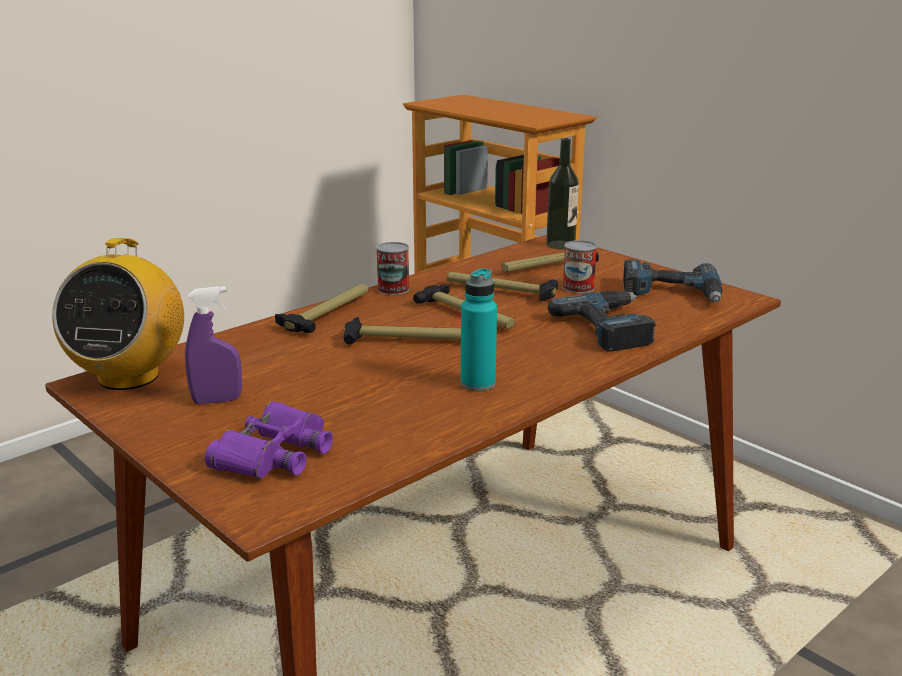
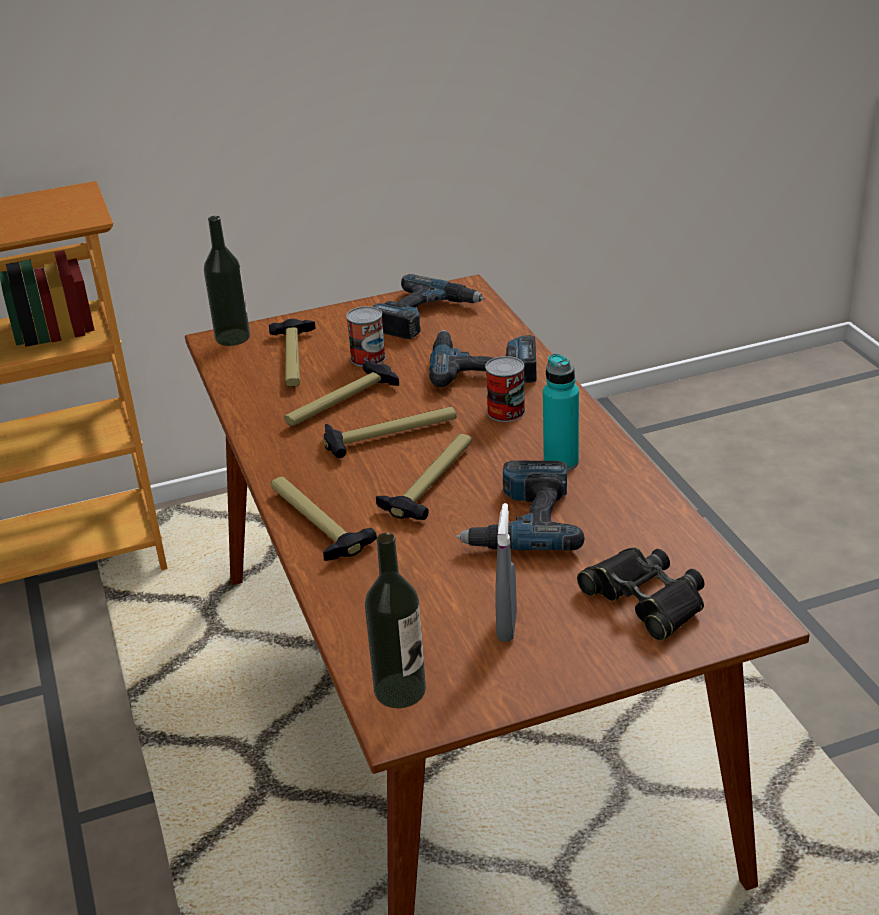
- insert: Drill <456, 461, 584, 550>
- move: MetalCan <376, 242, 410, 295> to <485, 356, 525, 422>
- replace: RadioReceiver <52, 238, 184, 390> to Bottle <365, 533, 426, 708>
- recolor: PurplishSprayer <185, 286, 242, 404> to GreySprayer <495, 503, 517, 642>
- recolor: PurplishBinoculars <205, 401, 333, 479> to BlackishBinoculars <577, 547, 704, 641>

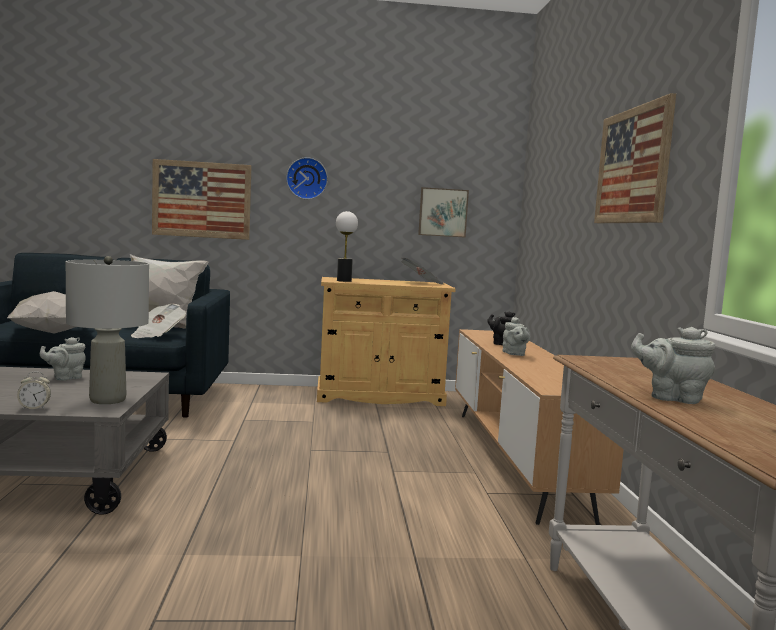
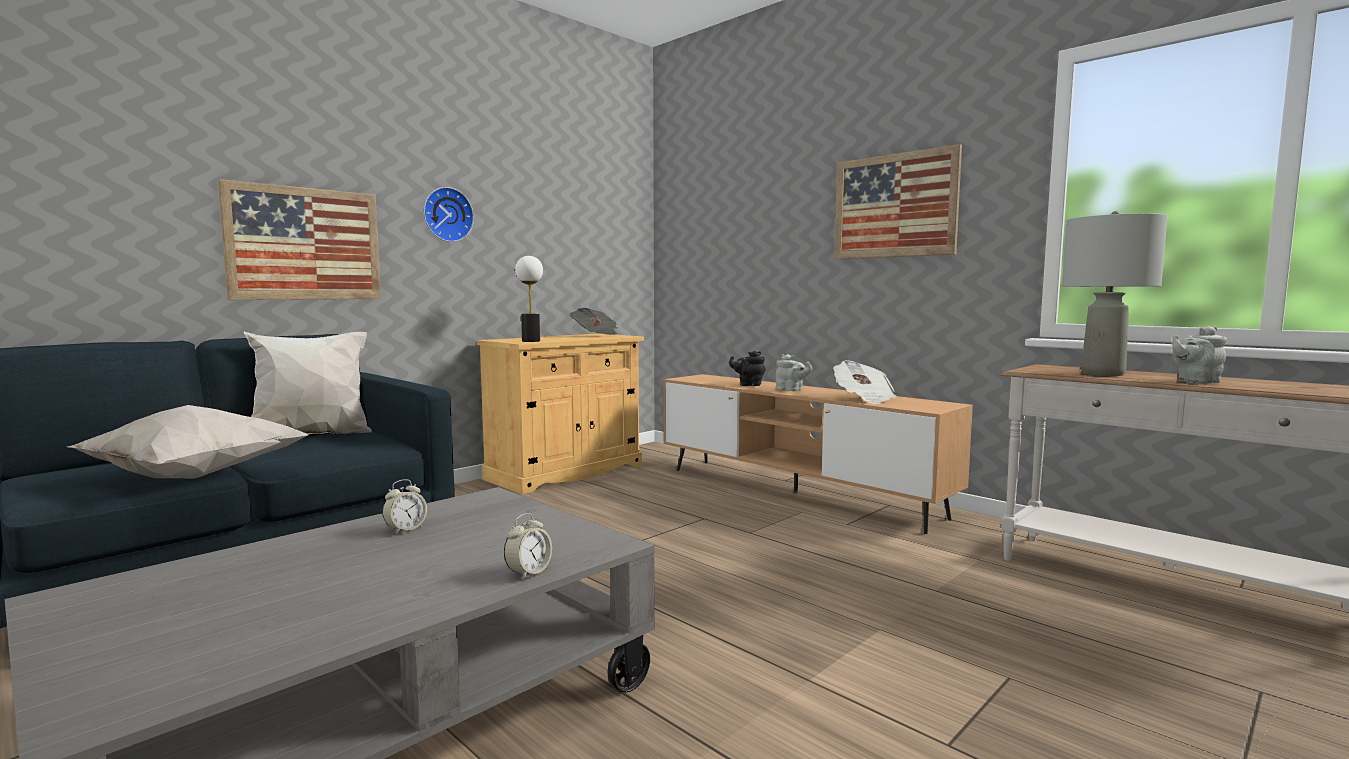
- delete: WallPicture <418, 187, 469, 238>
- move: GreyLampForATable <66, 256, 149, 404> to <1062, 211, 1168, 376>
- move: Newspaper <131, 304, 186, 338> to <833, 360, 897, 404>
- replace: GreyPotForTea <40, 337, 86, 381> to BedsideClock <382, 479, 427, 534>

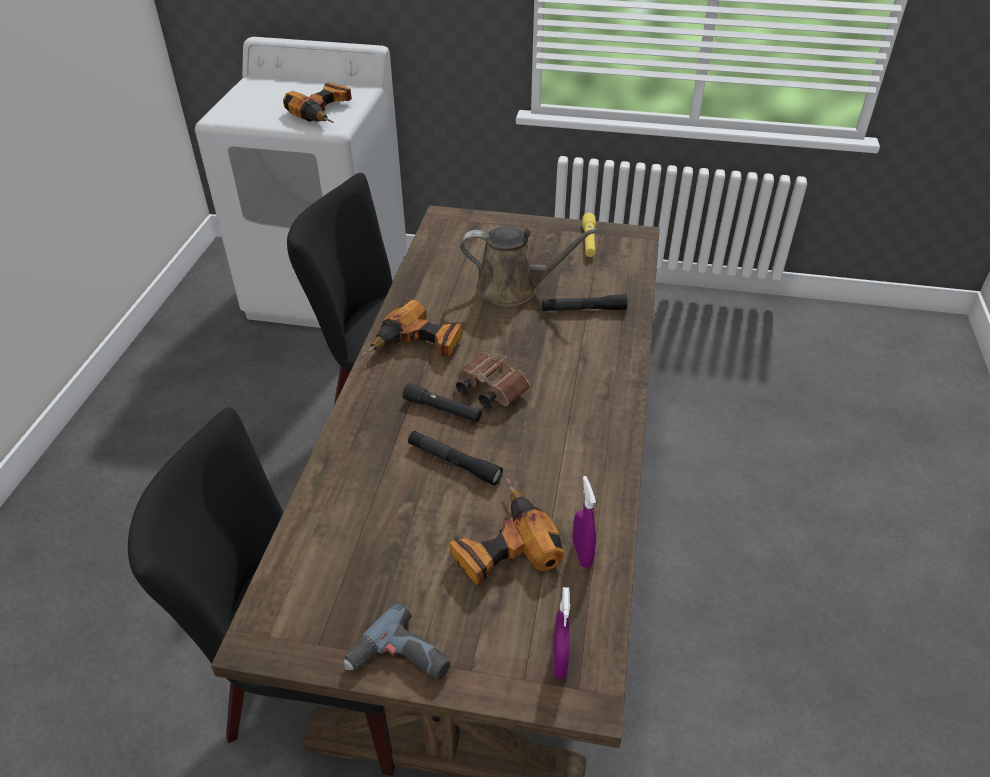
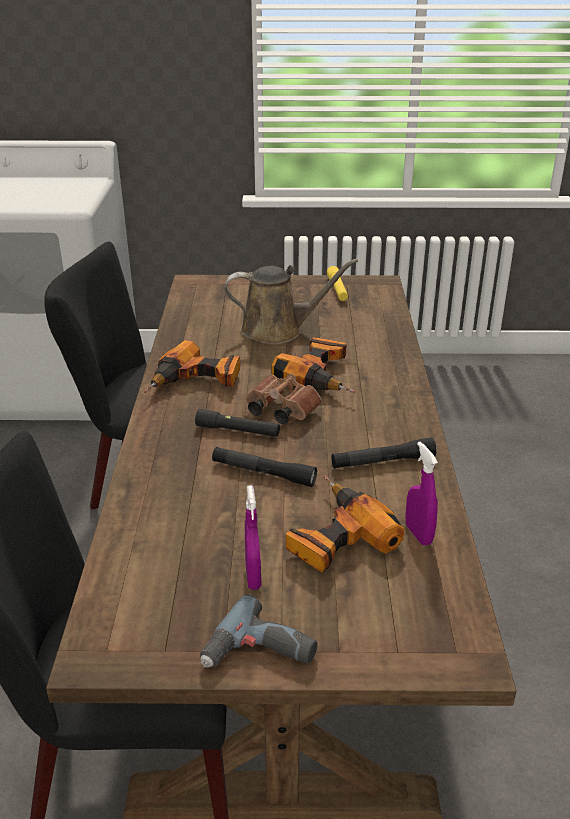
- move: Drill <283, 82, 352, 123> to <271, 337, 355, 393>
- move: BlackishFlashlight <542, 294, 628, 311> to <331, 438, 437, 469>
- move: PurplishSprayer <553, 587, 570, 679> to <245, 485, 261, 590>

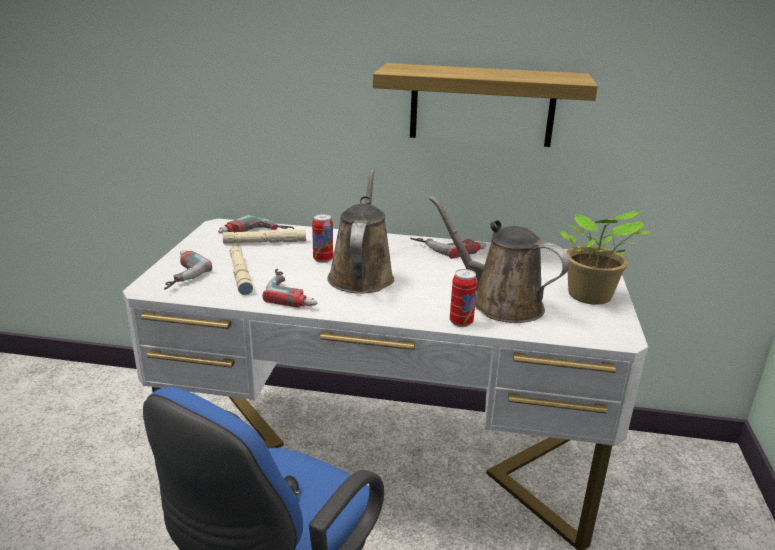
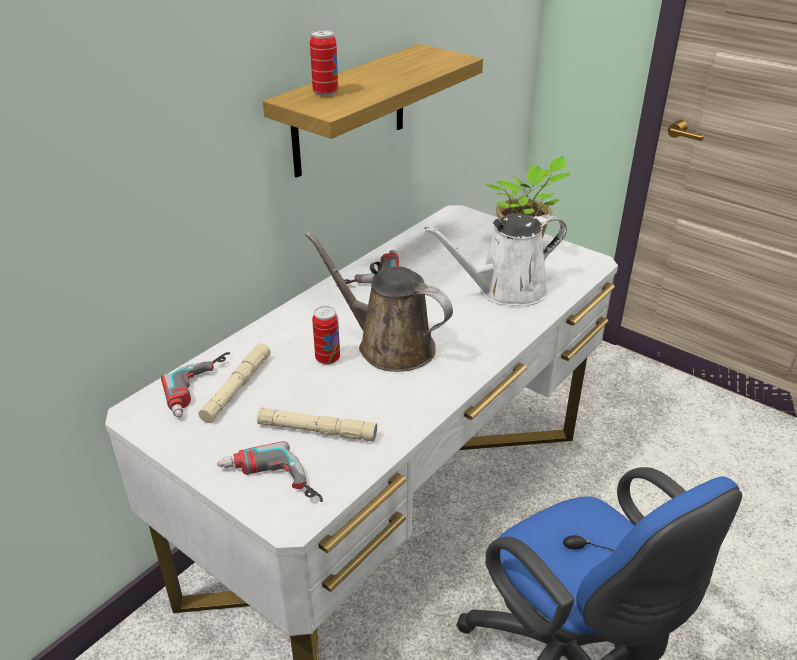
- delete: Drill <262, 269, 317, 308>
- move: MetalCan <450, 269, 477, 327> to <310, 30, 338, 96>
- recolor: BrownWateringPot <429, 196, 570, 323> to WhitishWateringPot <424, 213, 567, 306>

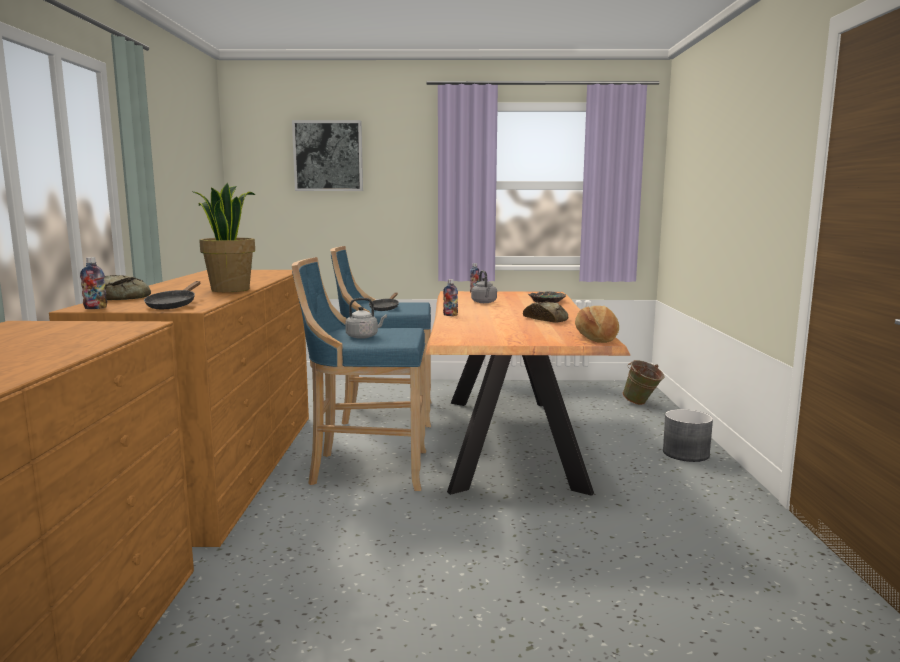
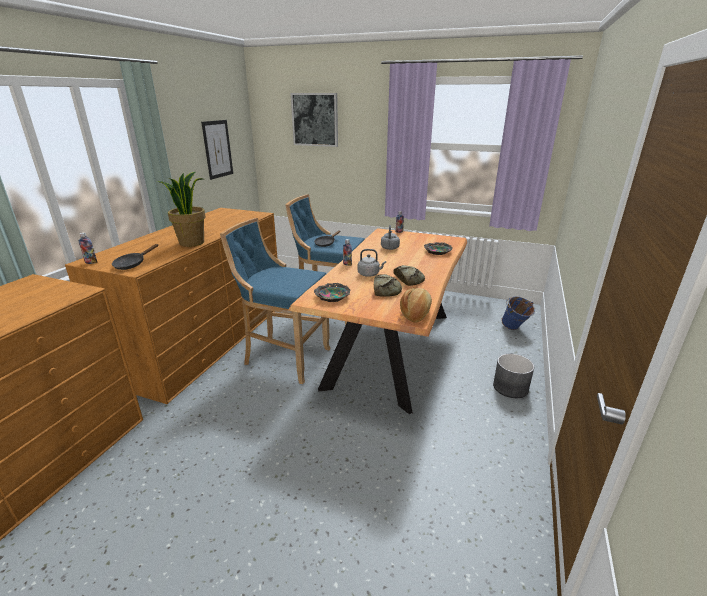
- insert: WallPicture <201, 120, 233, 180>
- insert: Bowl <314, 283, 350, 302>
- move: BakeryBread <104, 275, 151, 300> to <374, 274, 402, 297>
- move: GreyWaterKettle <345, 298, 387, 339> to <358, 249, 386, 277>
- recolor: GreenBucket <622, 360, 665, 405> to BlueBucket <501, 296, 535, 330>

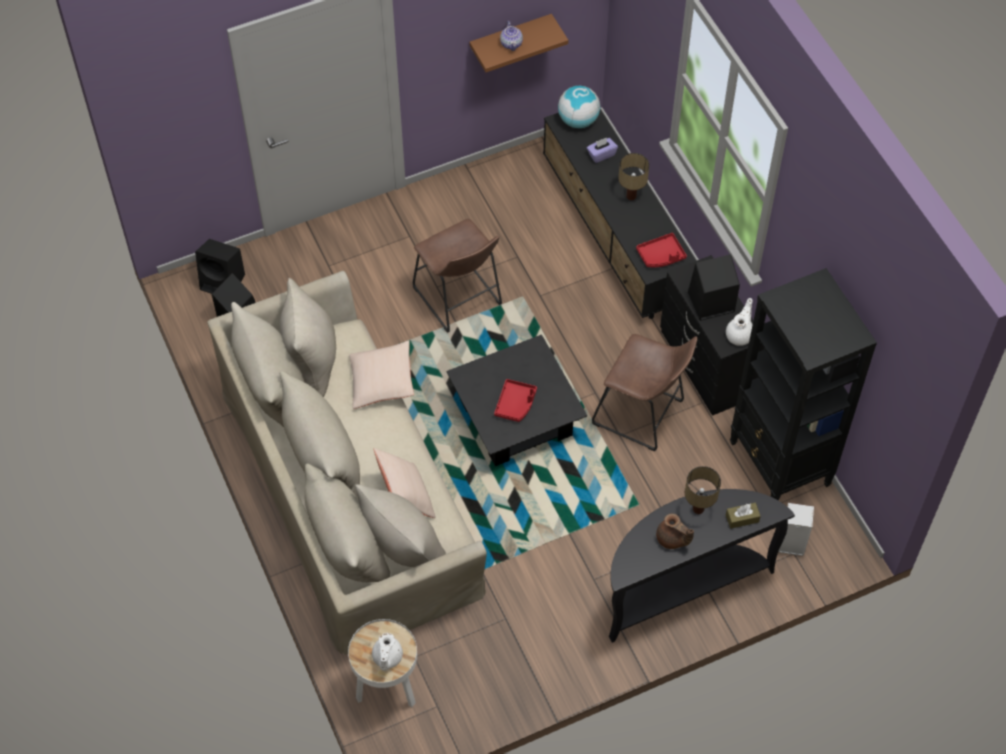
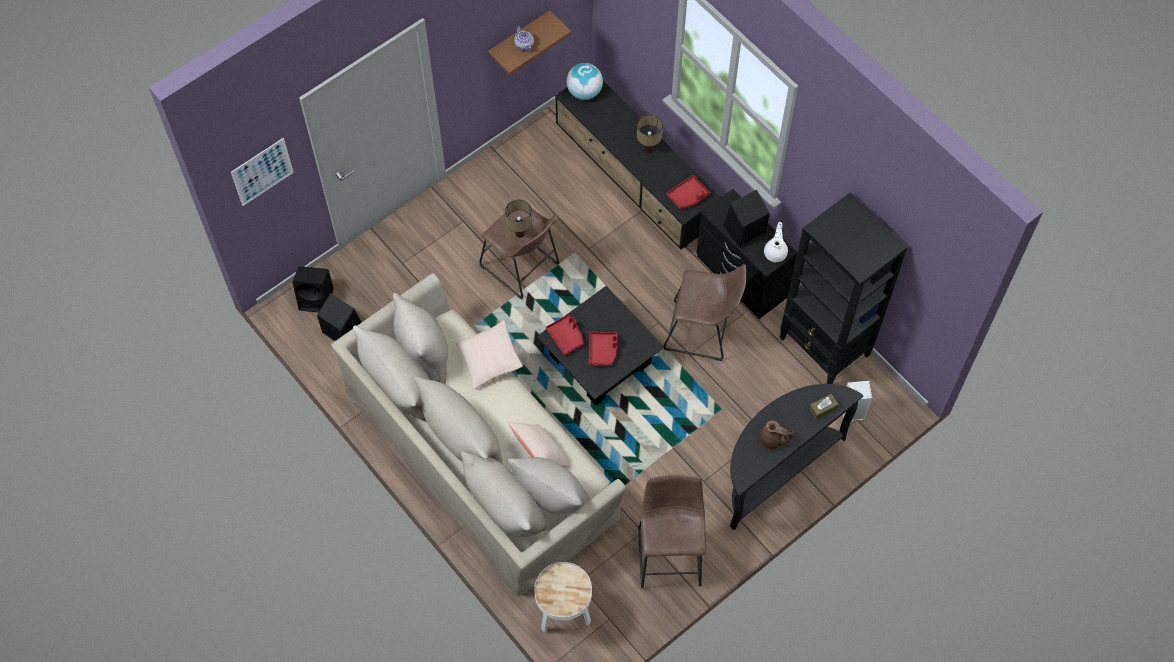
- delete: WhitishPotForTea <372, 633, 403, 671>
- delete: PurplishTissueHolder <587, 138, 618, 163>
- insert: WallPicture <231, 138, 294, 206>
- insert: ReddishServingTray <546, 314, 583, 355>
- insert: BrownSittingStool <638, 474, 706, 588>
- move: LampForATable <685, 466, 721, 514> to <505, 200, 532, 238>

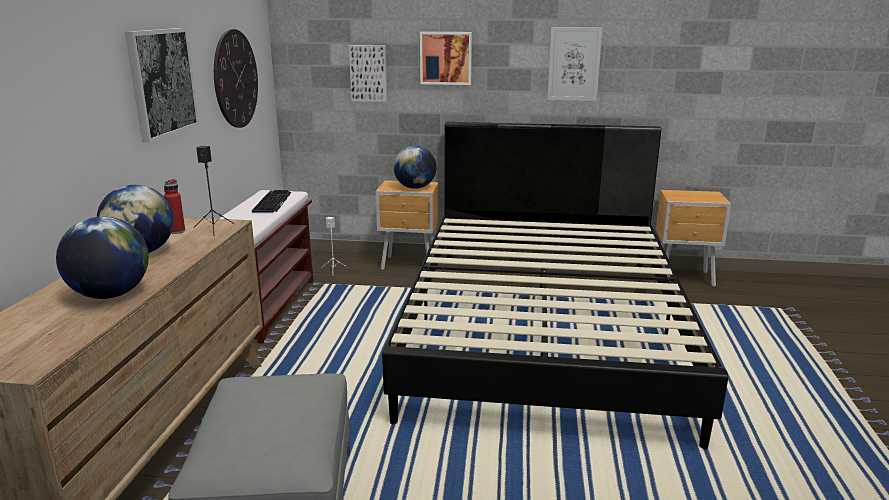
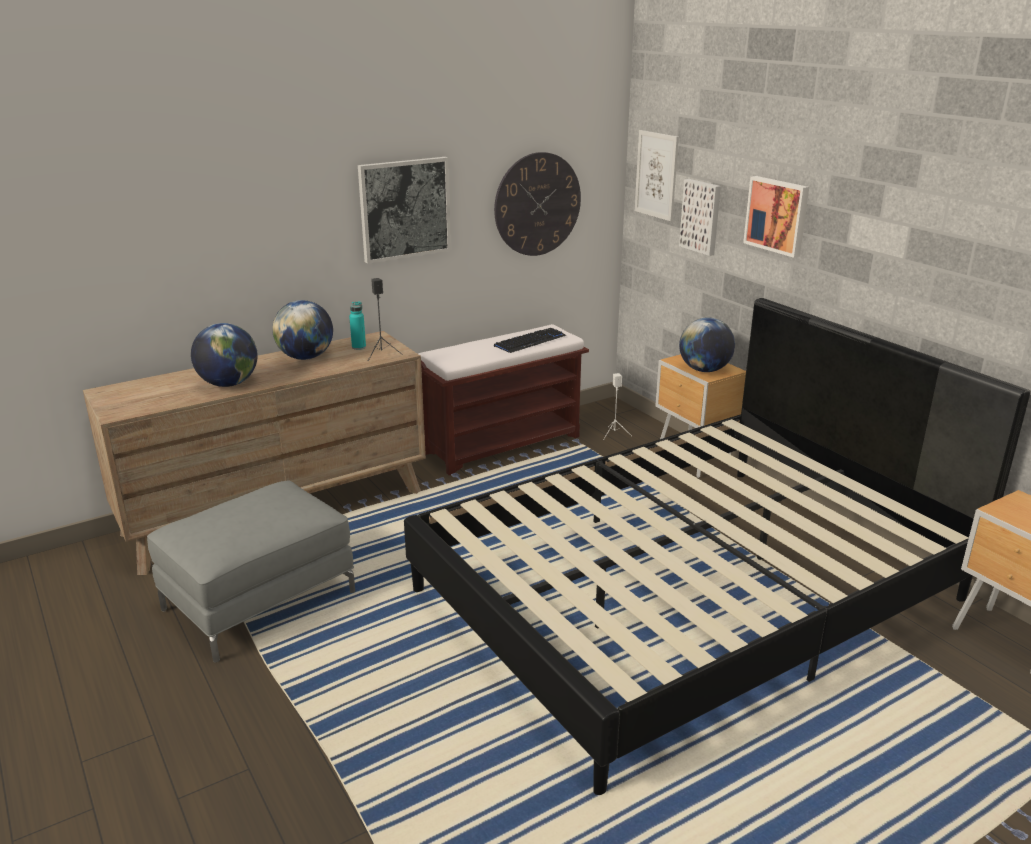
- move: WallPicture <548, 27, 602, 101> to <635, 130, 679, 222>
- recolor: ReddishBottle <164, 179, 185, 234> to TurquoiseBottle <349, 301, 366, 350>

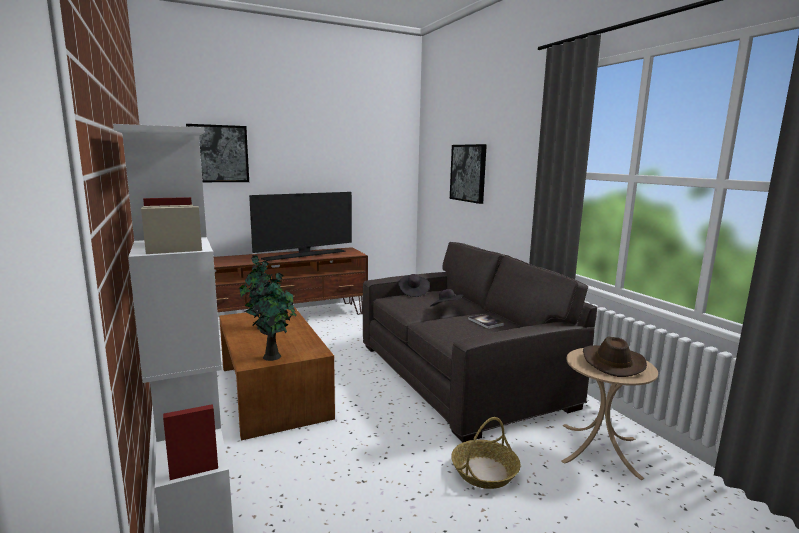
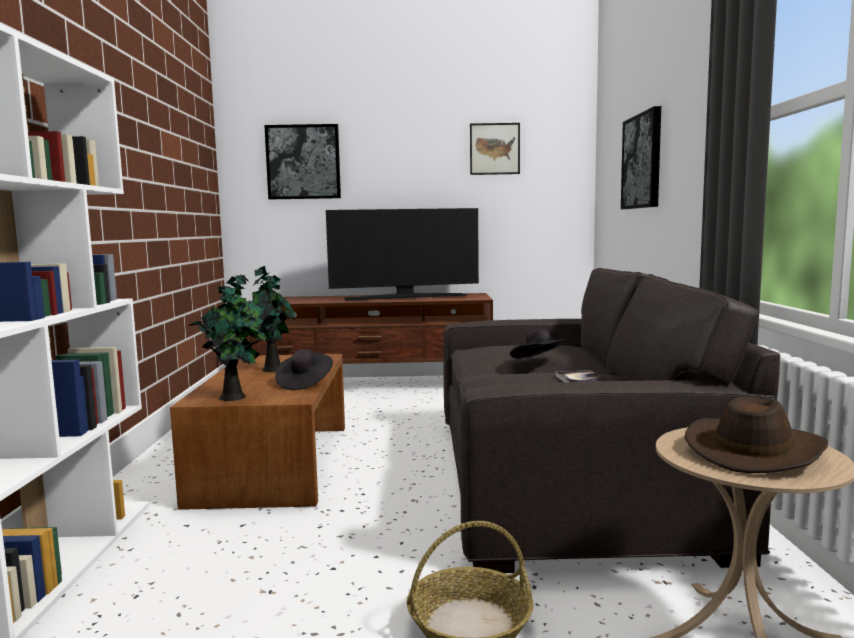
- insert: WallPicture <470, 123, 520, 175>
- move: BlackishClothingHat <398, 274, 430, 297> to <275, 349, 333, 390>

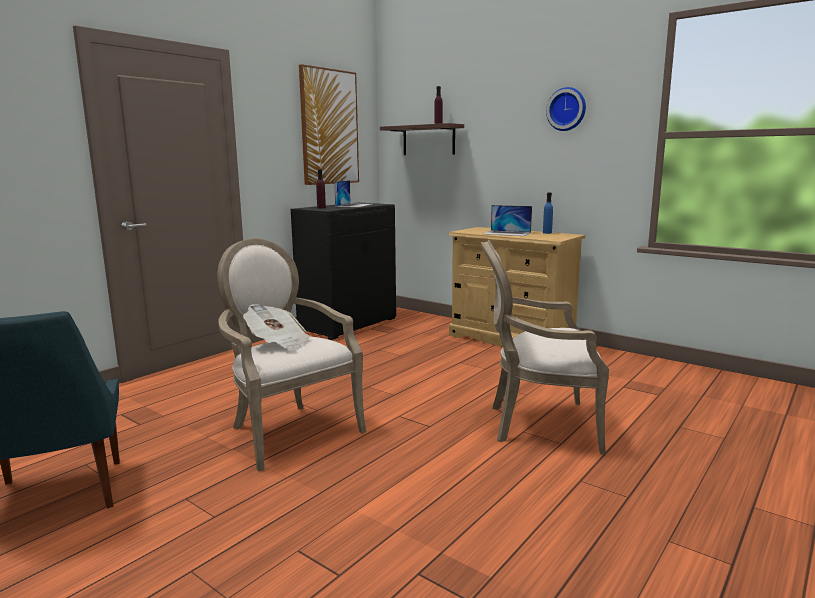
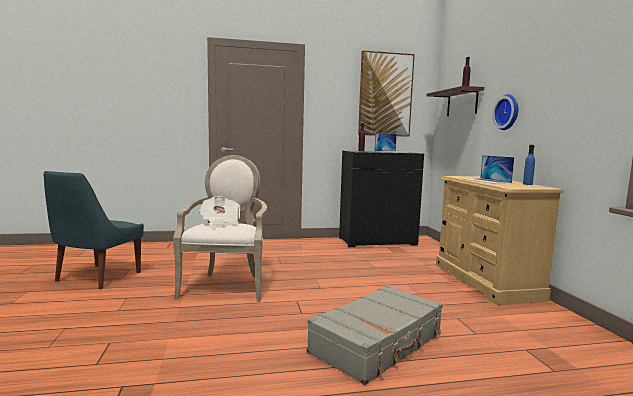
- move: ClockOnTheWall <546, 87, 586, 131> to <493, 94, 518, 130>
- replace: EasyChair <481, 240, 609, 455> to GreyTravelCase <307, 285, 443, 385>

